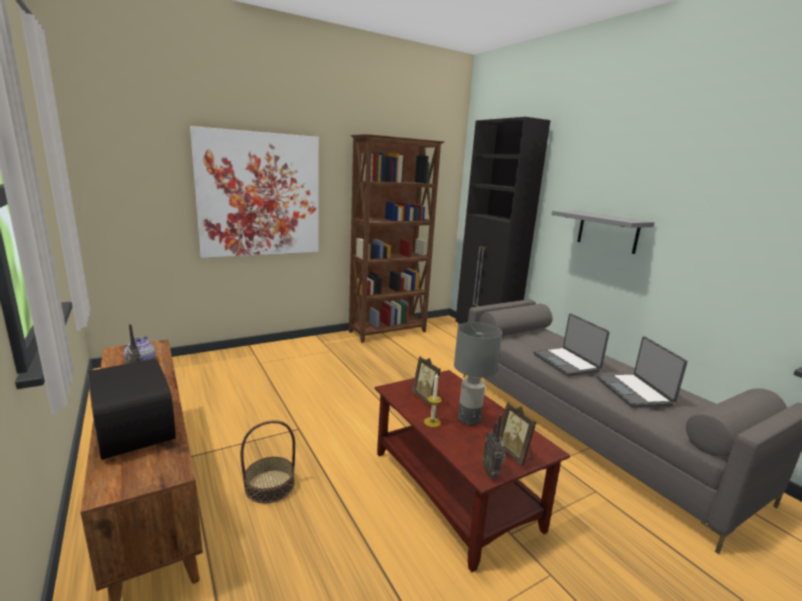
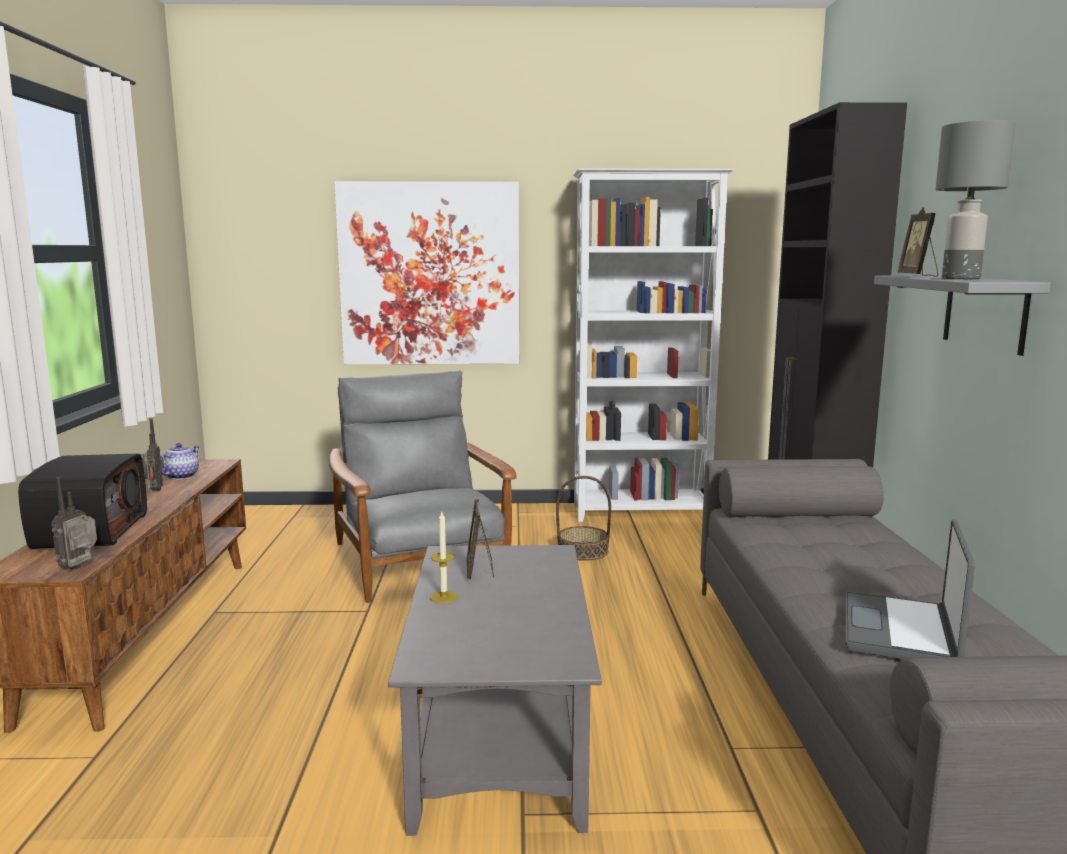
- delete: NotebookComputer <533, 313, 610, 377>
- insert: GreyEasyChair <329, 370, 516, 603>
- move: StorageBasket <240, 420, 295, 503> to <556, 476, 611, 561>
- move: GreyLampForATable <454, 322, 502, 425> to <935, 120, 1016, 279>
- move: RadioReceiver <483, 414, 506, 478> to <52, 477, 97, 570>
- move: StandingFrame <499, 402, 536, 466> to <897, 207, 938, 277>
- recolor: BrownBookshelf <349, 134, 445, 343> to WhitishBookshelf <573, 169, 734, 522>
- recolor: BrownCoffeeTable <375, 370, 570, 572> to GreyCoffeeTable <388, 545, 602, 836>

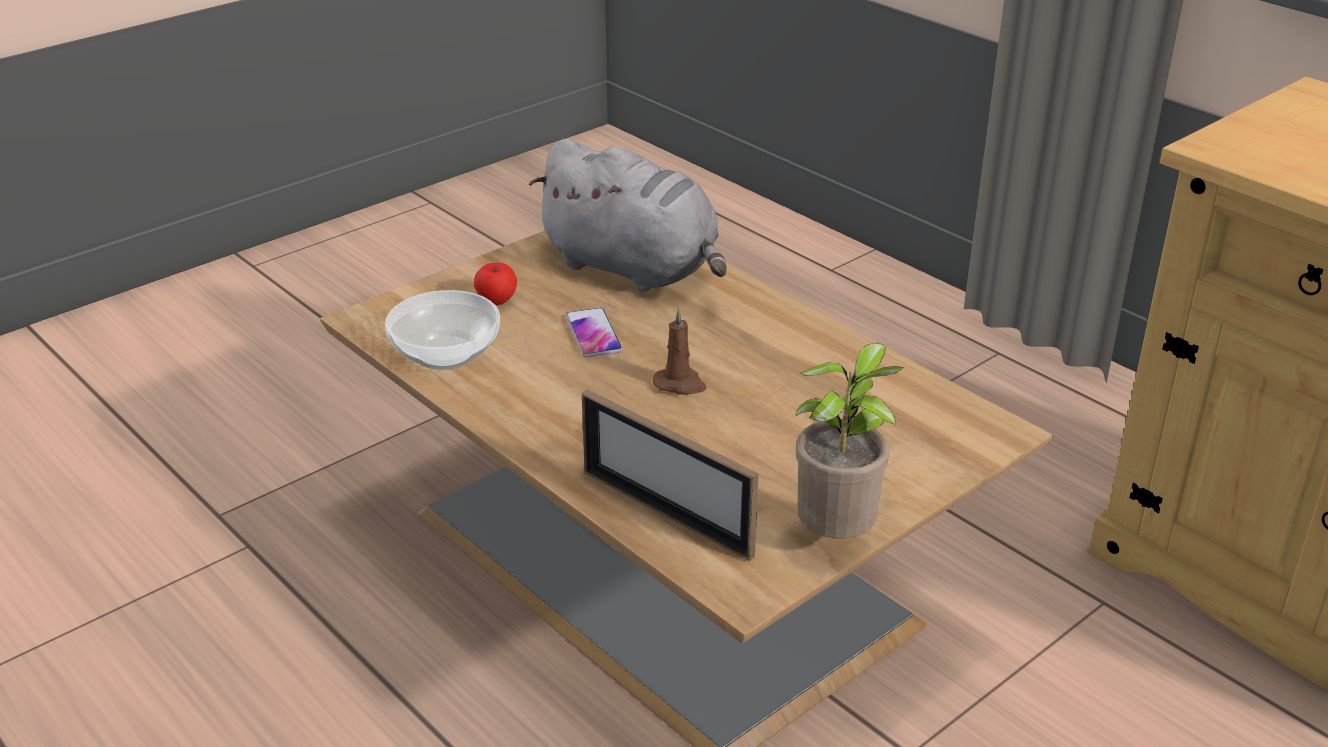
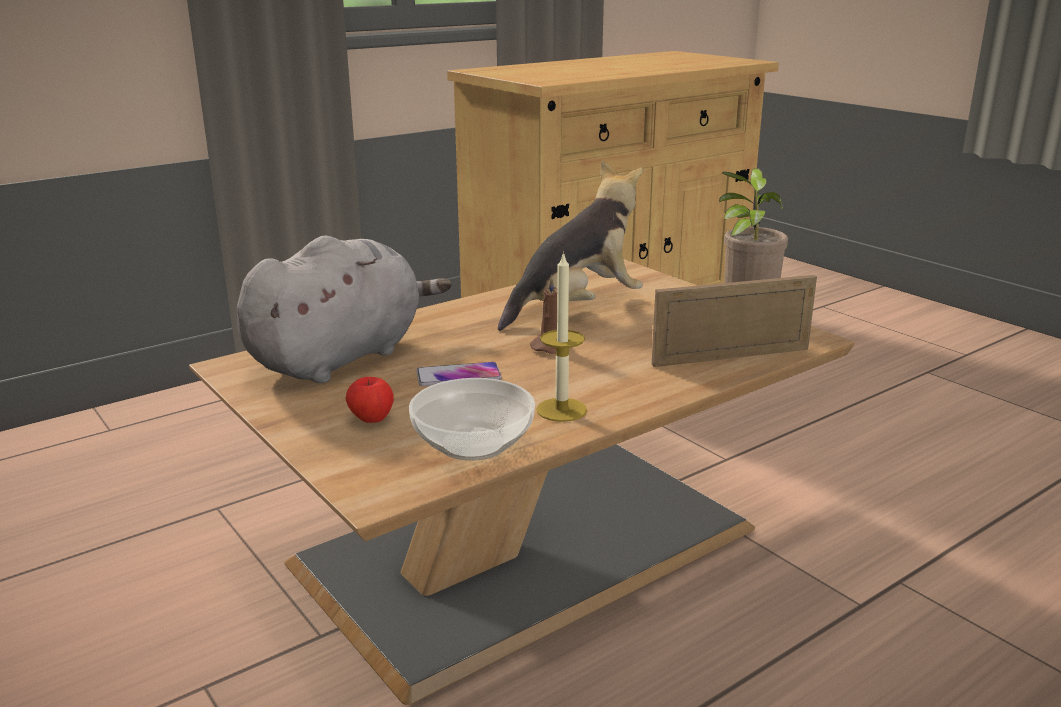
- insert: PlushToy <498, 161, 643, 331>
- insert: Candle <536, 251, 587, 422>
- rotate: StandingFrame <582, 389, 759, 561> = <652, 275, 817, 367> 150 degrees counterclockwise

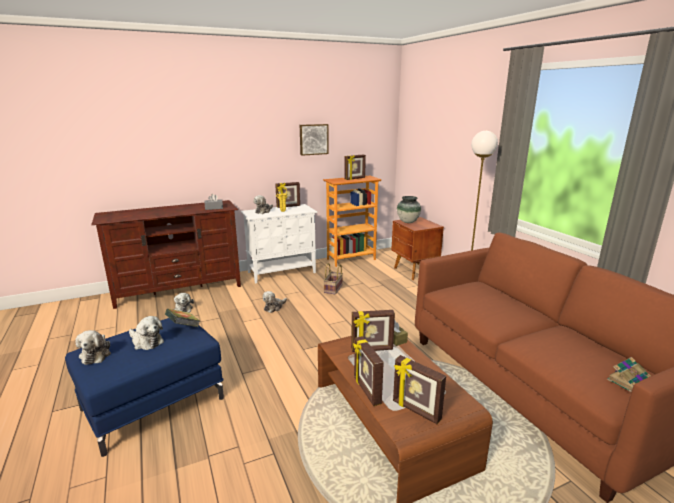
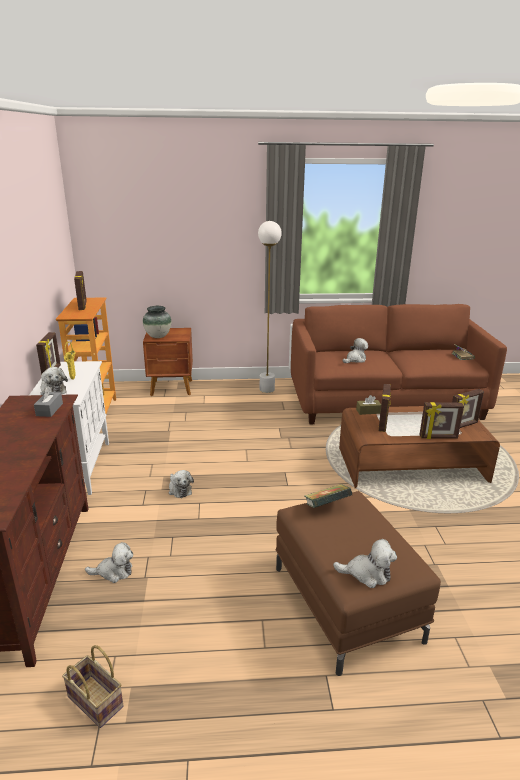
- delete: WallPicture <300, 124, 329, 156>
- move: PlushToy <129, 316, 164, 350> to <343, 338, 368, 363>
- move: StorageBasket <323, 263, 343, 294> to <62, 645, 124, 728>
- recolor: BluePouffe <65, 318, 224, 457> to BrownPouffe <276, 491, 441, 676>

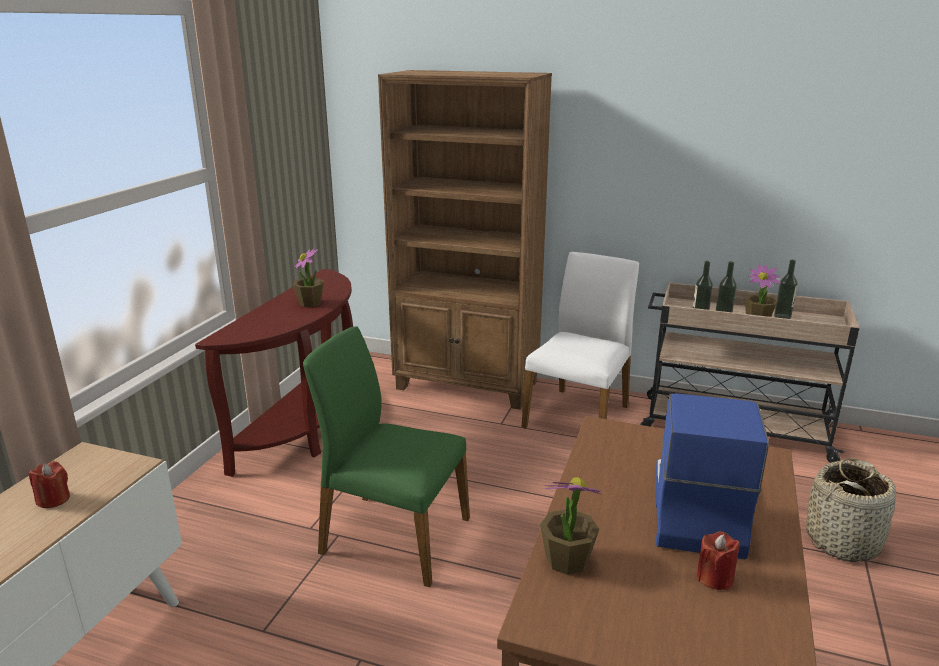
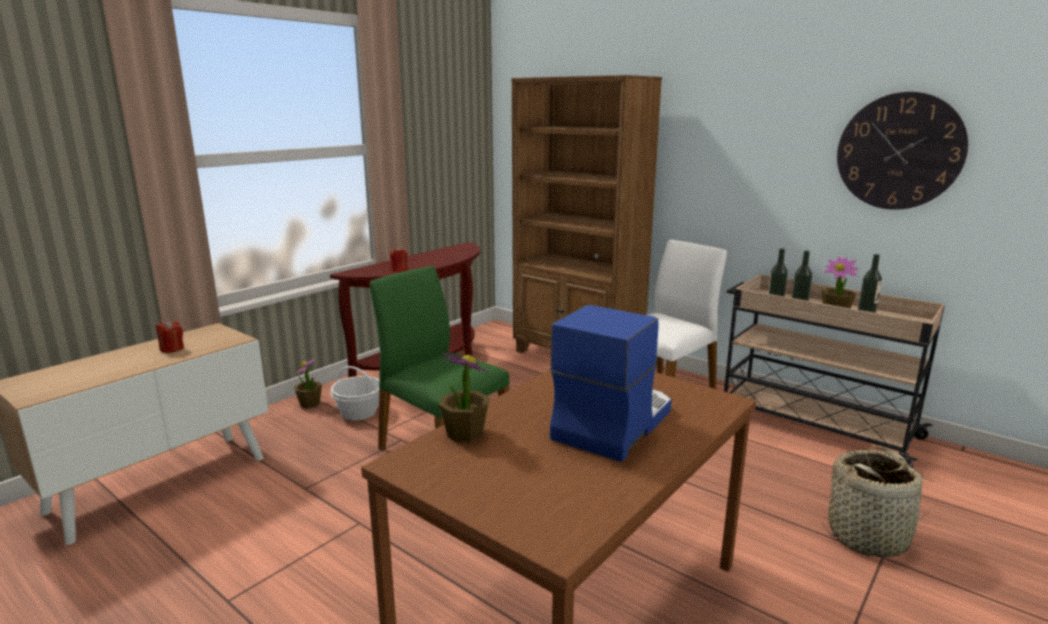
- insert: StorageBasket <331, 366, 380, 420>
- insert: ClockOnTheWall <837, 92, 968, 210>
- move: Houseplant <293, 248, 324, 307> to <294, 357, 322, 408>
- move: ReddishCandle <696, 531, 741, 590> to <390, 247, 408, 272>

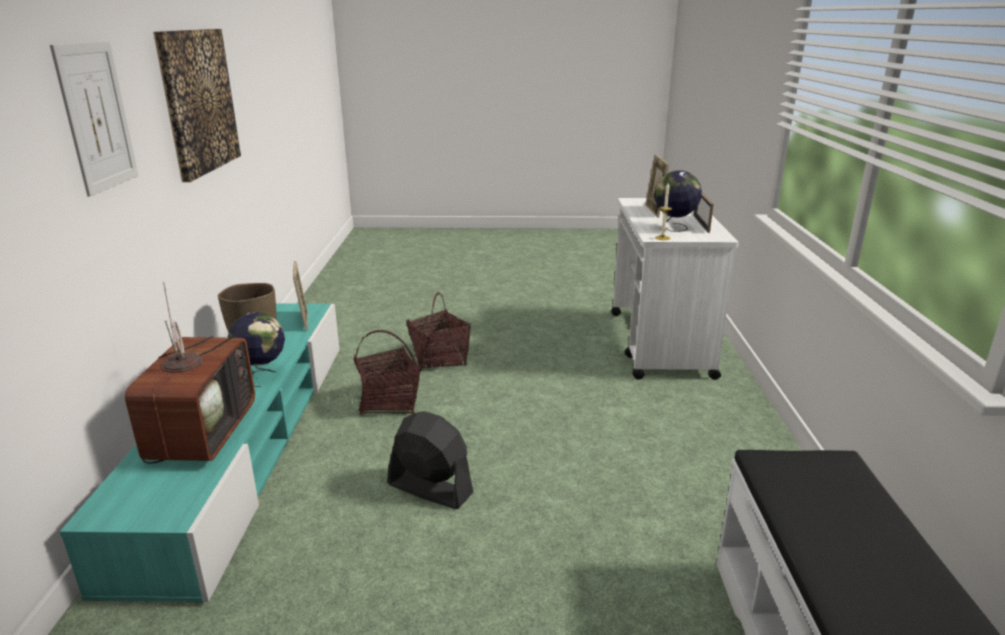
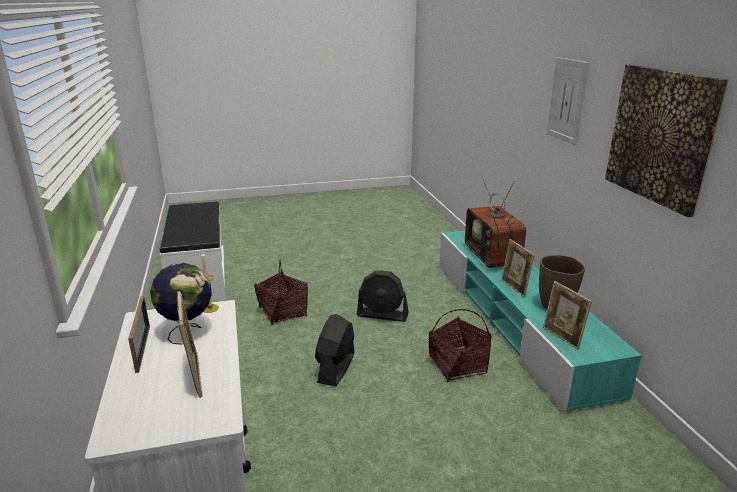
- insert: BlackishFan <315, 314, 354, 386>
- move: StorageBasket <407, 292, 471, 372> to <254, 260, 308, 325>
- replace: Globe <228, 312, 285, 387> to StandingFrame <501, 239, 535, 297>

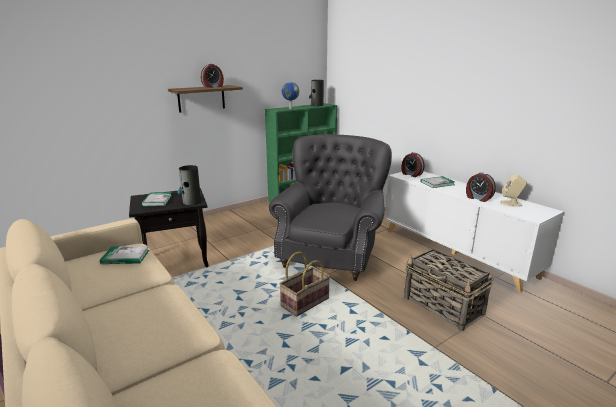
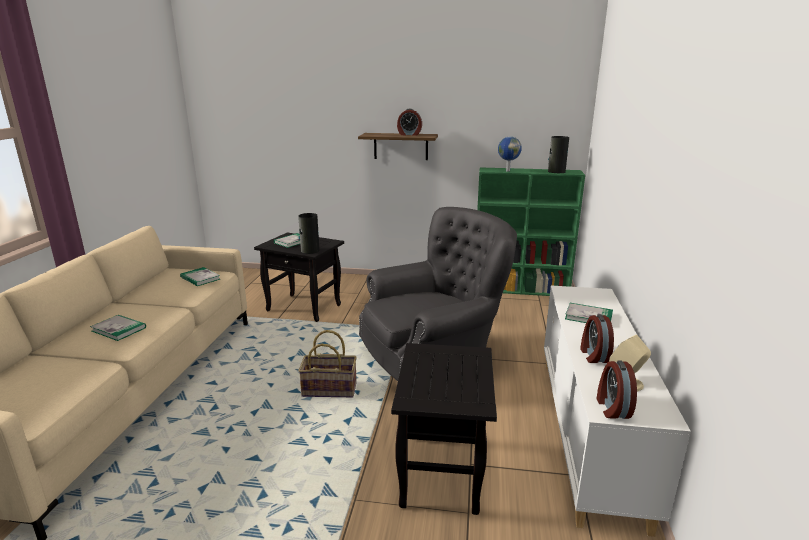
- insert: Book <90, 315, 146, 341>
- move: BedsideClock <401, 152, 425, 177> to <597, 360, 637, 419>
- replace: StorageBasket <404, 248, 494, 331> to BlackishSideTable <391, 343, 497, 515>

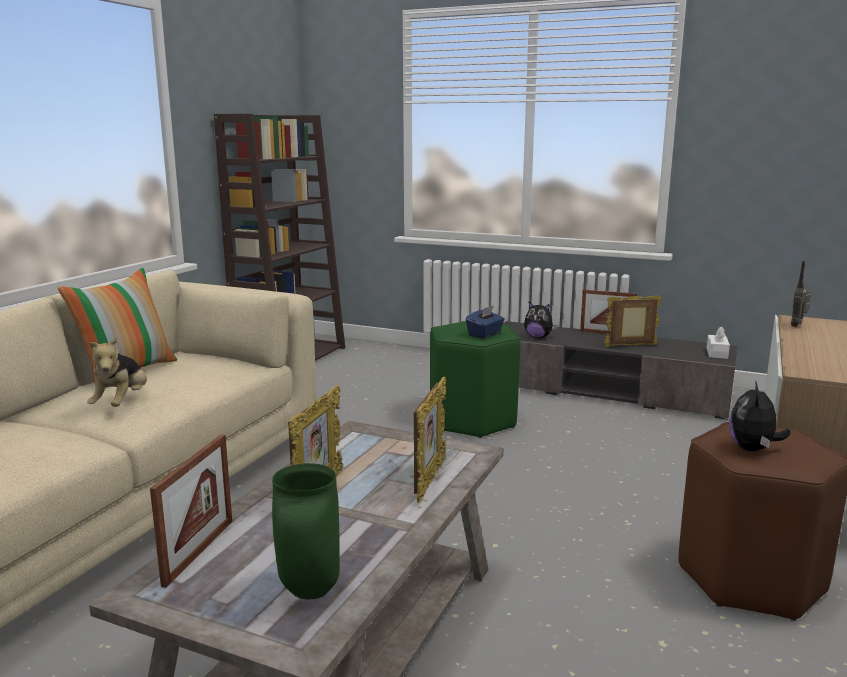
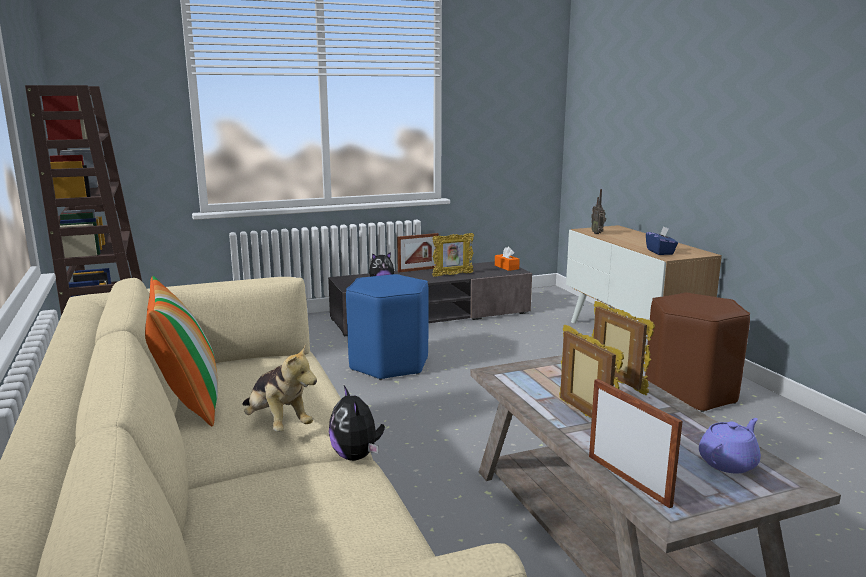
- move: BlueTissueHolder <466, 306, 505, 339> to <646, 226, 678, 255>
- move: PlushToy <729, 380, 790, 451> to <329, 386, 385, 461>
- replace: GreenDecorativeVase <272, 463, 340, 599> to PurplishPotForTea <699, 418, 761, 473>
- recolor: GreenSittingStool <430, 321, 520, 438> to BlueSittingStool <346, 274, 429, 380>
- recolor: WhitishTissueHolder <707, 326, 730, 359> to OrangeyTissueHolder <495, 247, 520, 271>
- rotate: StandingFrame <604, 295, 661, 347> = <432, 233, 474, 277> 150 degrees counterclockwise

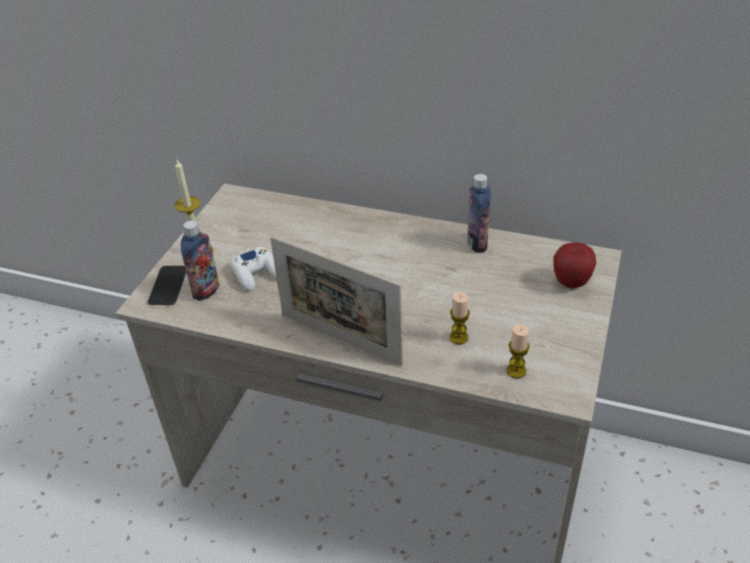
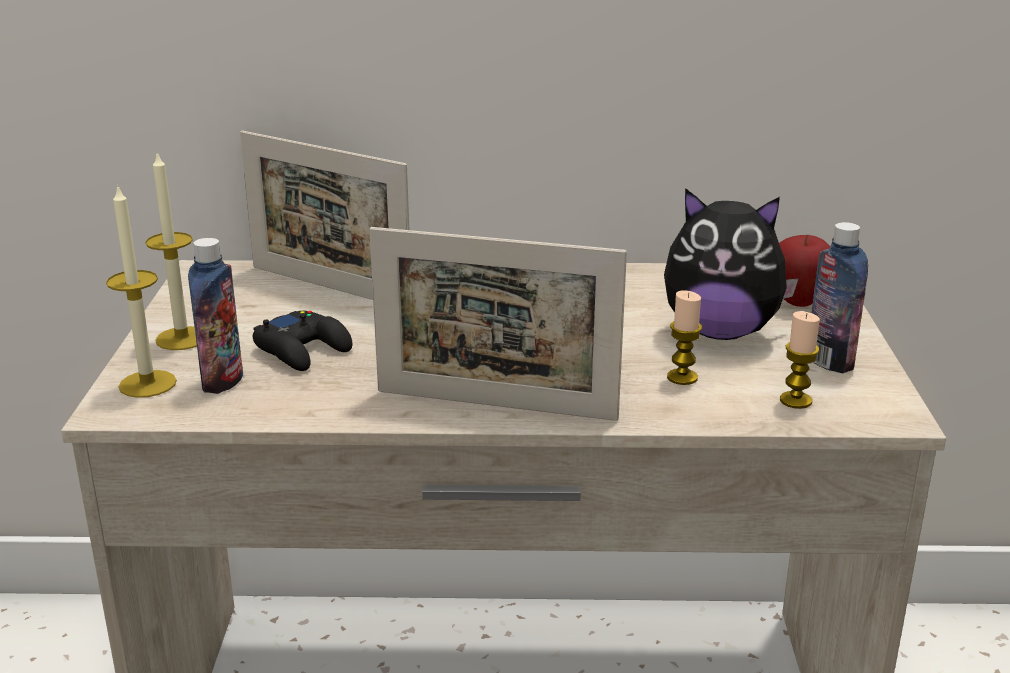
- insert: StandingFrame <240, 131, 409, 300>
- insert: PlushToy <664, 188, 799, 340>
- move: Bottle <467, 174, 491, 253> to <812, 222, 868, 373>
- replace: Telephone <148, 266, 186, 305> to Candle <106, 184, 177, 398>
- recolor: WhitishJoypad <230, 247, 277, 291> to BlackishJoypad <253, 311, 352, 371>

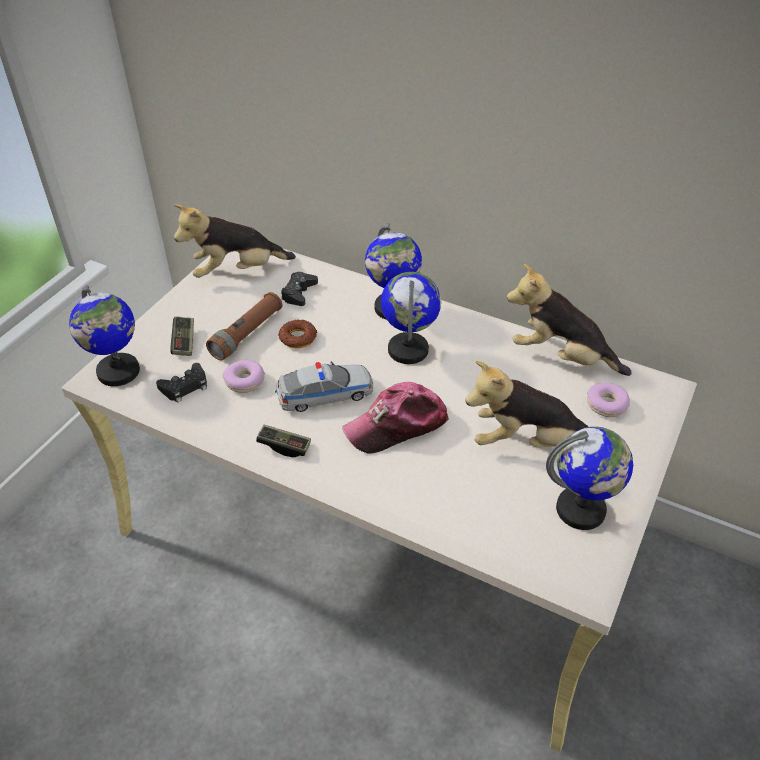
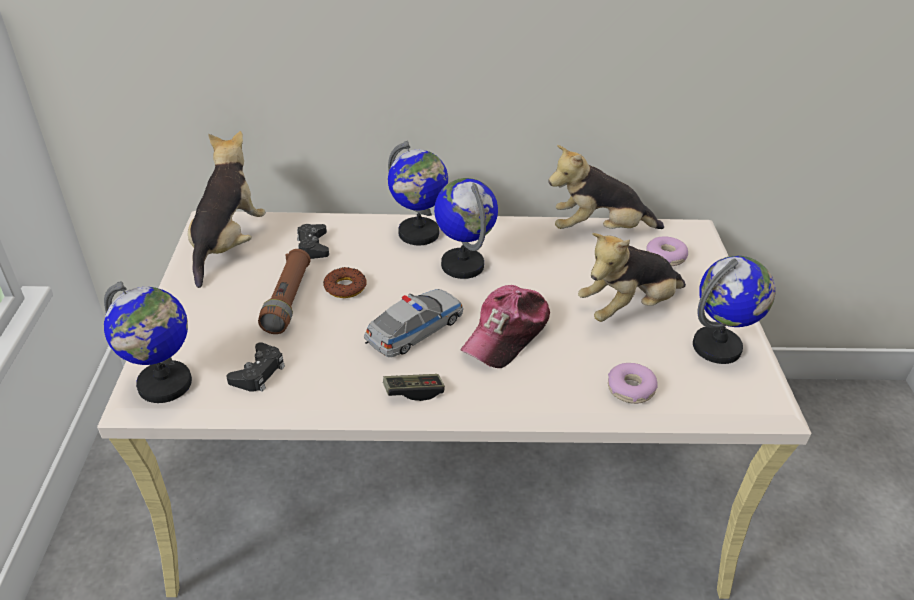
- delete: Joypad <170, 316, 194, 356>
- move: Doughnut <223, 360, 265, 393> to <608, 363, 658, 404>
- rotate: PlushToy <174, 204, 296, 278> = <188, 131, 266, 288> 150 degrees clockwise

